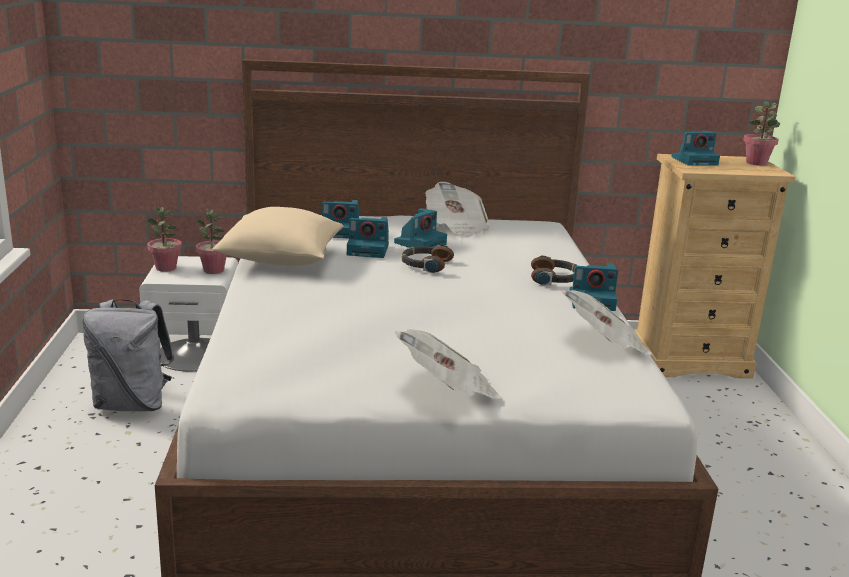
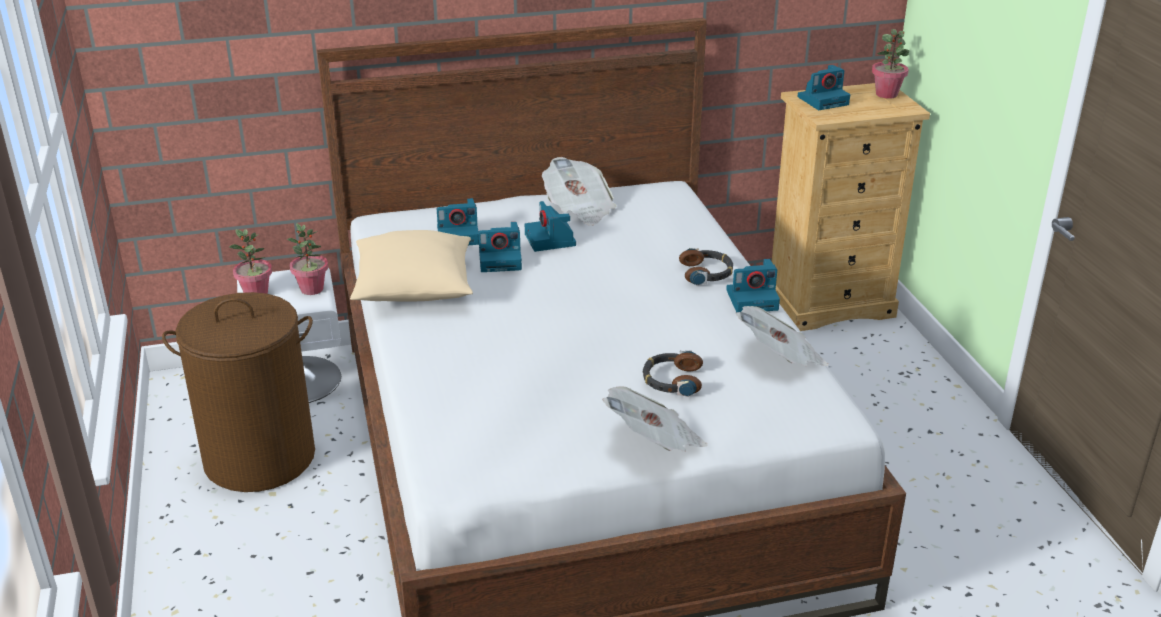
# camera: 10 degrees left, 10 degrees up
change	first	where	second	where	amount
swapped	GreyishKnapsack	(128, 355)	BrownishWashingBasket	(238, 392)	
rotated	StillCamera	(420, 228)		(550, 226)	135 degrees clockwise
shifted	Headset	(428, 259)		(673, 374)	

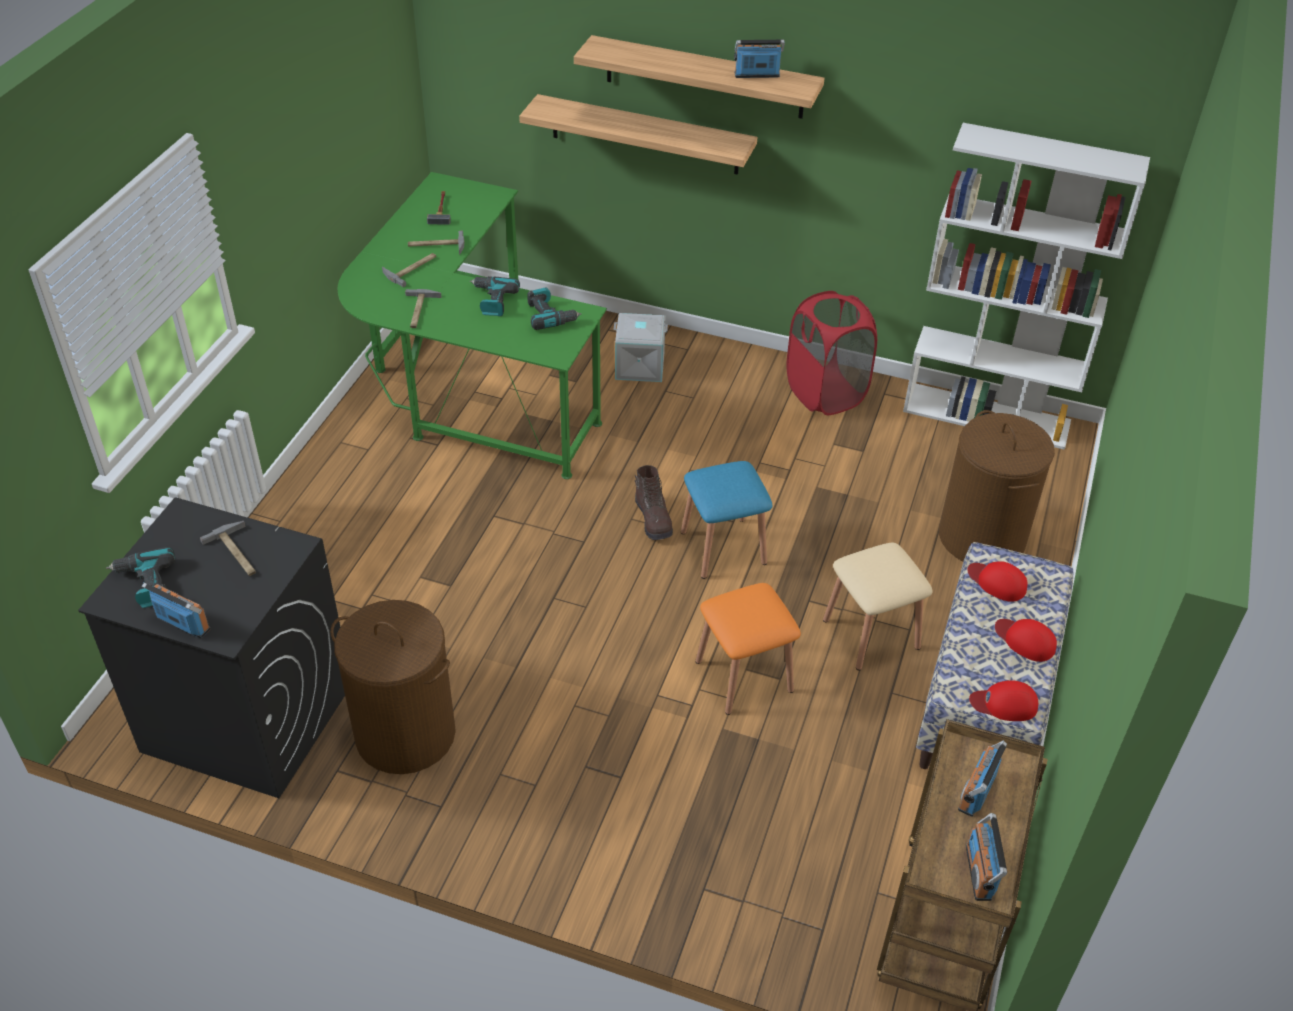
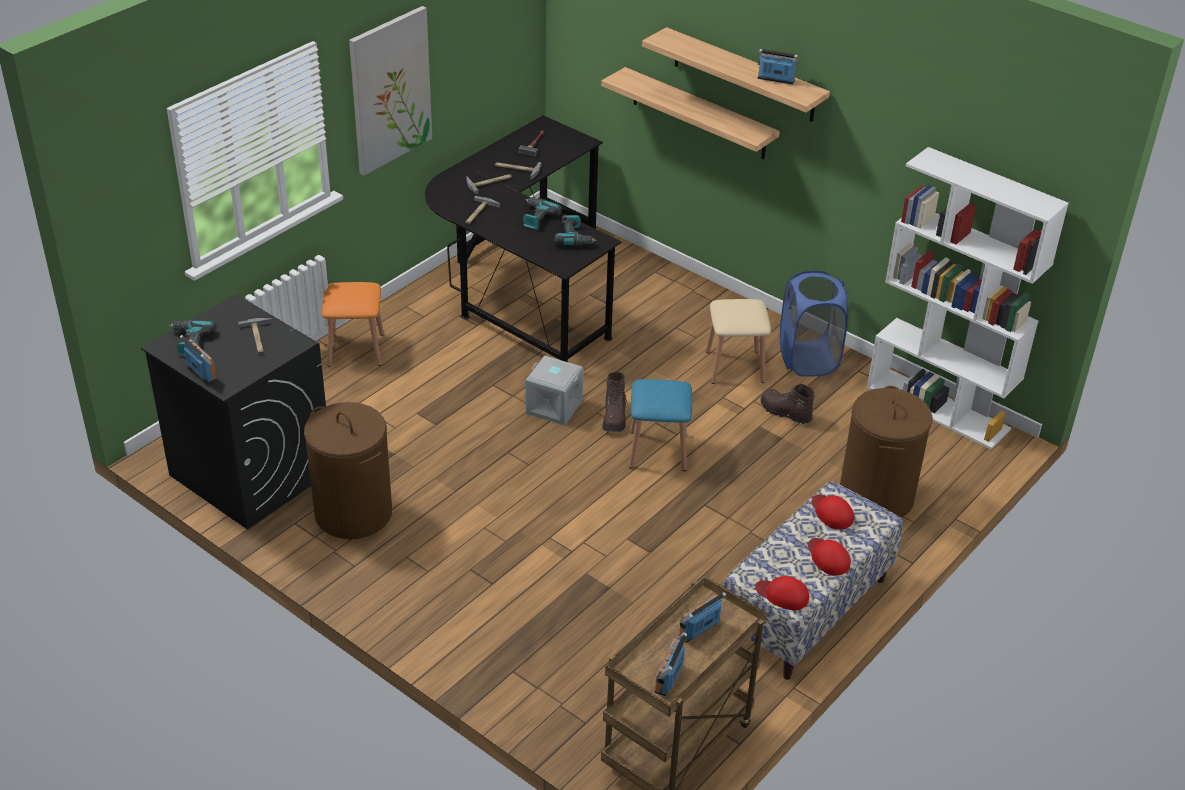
# camera: 20 degrees right, 5 degrees down
change	first	where	second	where	amount
repainted	GreenDeskUnit	(472, 325)	BlackDeskUnit	(523, 238)	
shifted	GreyishStorageBox	(640, 347)		(555, 391)	
shifted	OrangeColouredStoolSeat	(748, 649)		(353, 324)	
repainted	RedColouredWashingBasket	(832, 353)	BlueColouredWashingBasket	(814, 324)	
shifted	BeigeStoolSeat	(878, 606)		(738, 341)	
new			WallArt	(390, 91)	
new			BrownishBoot	(787, 403)	

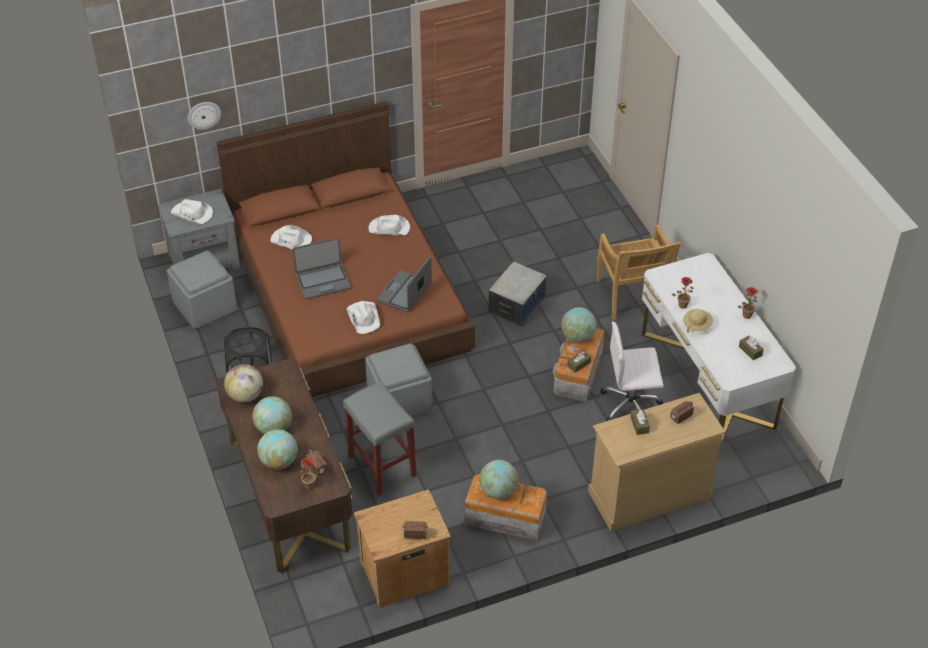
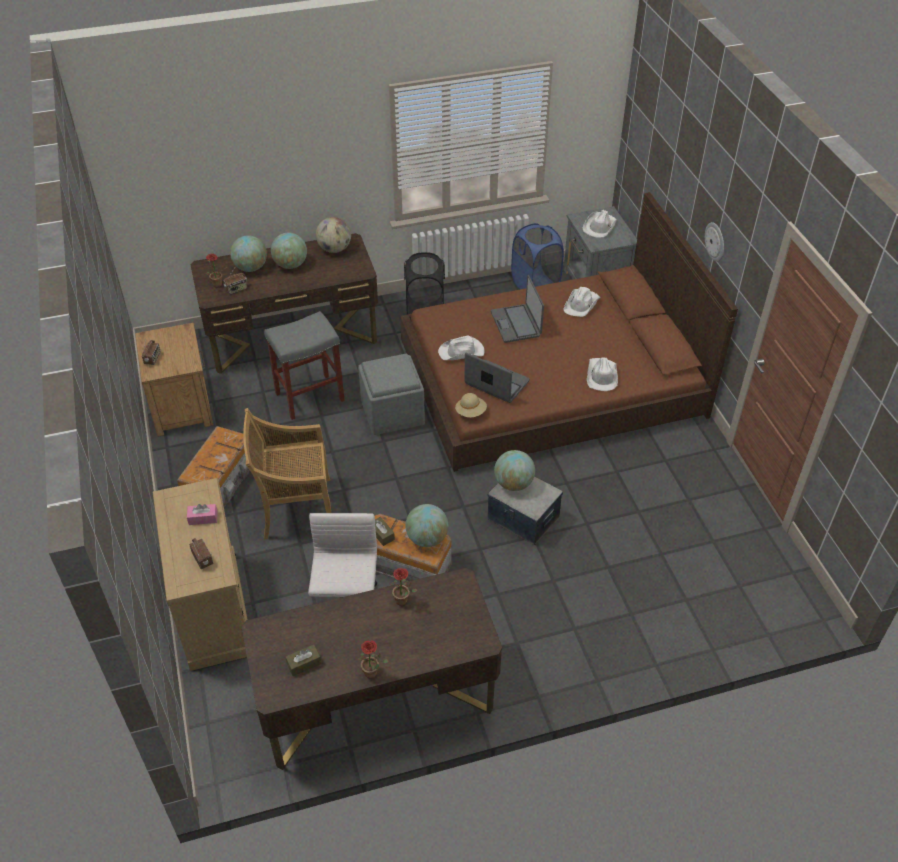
# camera: 95 degrees right, 0 degrees up
change	first	where	second	where	amount
swapped	GreyishOttoman	(202, 289)	BlueColouredWashingBasket	(537, 256)	
shifted	WallClock	(204, 116)		(714, 242)	
shifted	DeskGlobe	(499, 479)		(514, 470)	
shifted	BeigeChair	(639, 272)		(287, 474)	
repainted	BrownishTissueHolder	(640, 422)	PinkColouredTissueHolder	(202, 514)	
repainted	WhiteDeskUnit	(719, 349)	BrownishDeskUnit	(372, 669)	
shifted	BeigeClothingHat	(698, 321)		(471, 405)	

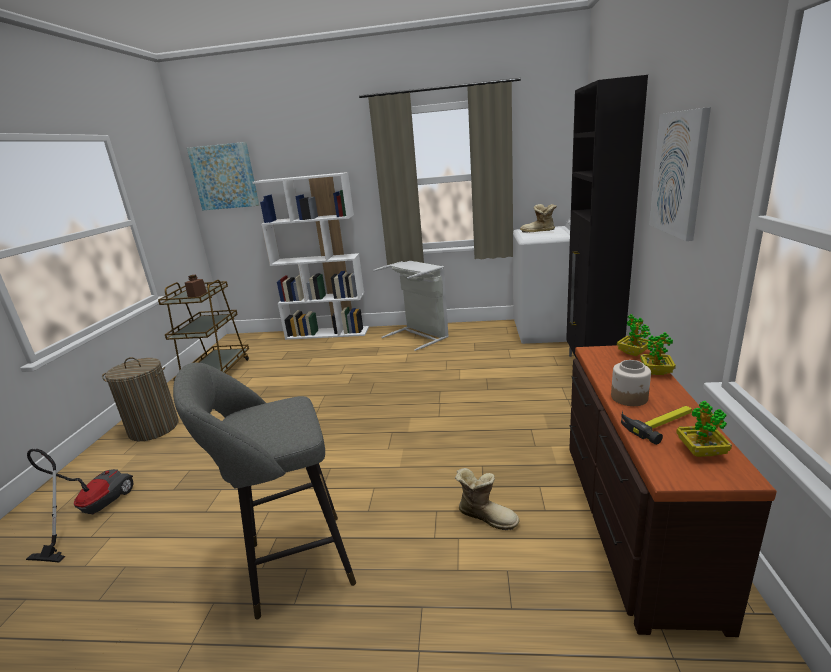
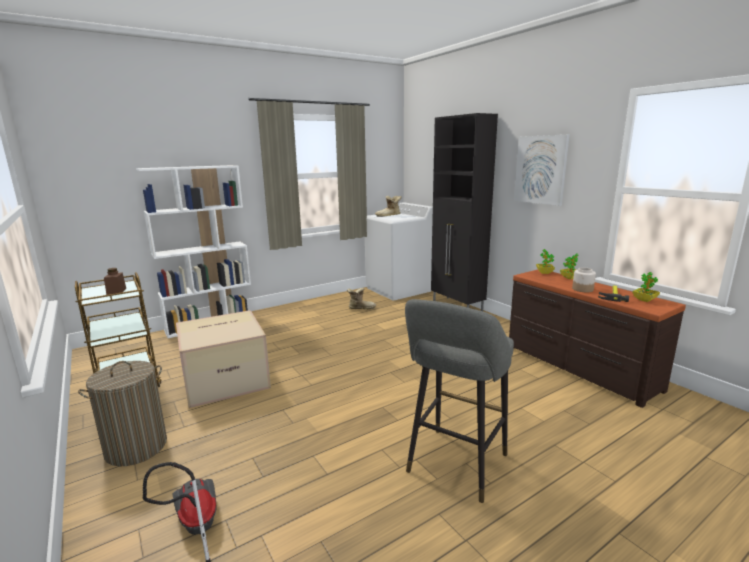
# camera: 40 degrees left, 5 degrees down
change	first	where	second	where	amount
gone	WallArt	(223, 176)			
gone	GreyishWashingBasket	(411, 306)			
shifted	Boot	(487, 499)		(361, 298)	
new			PackingBox	(223, 359)	

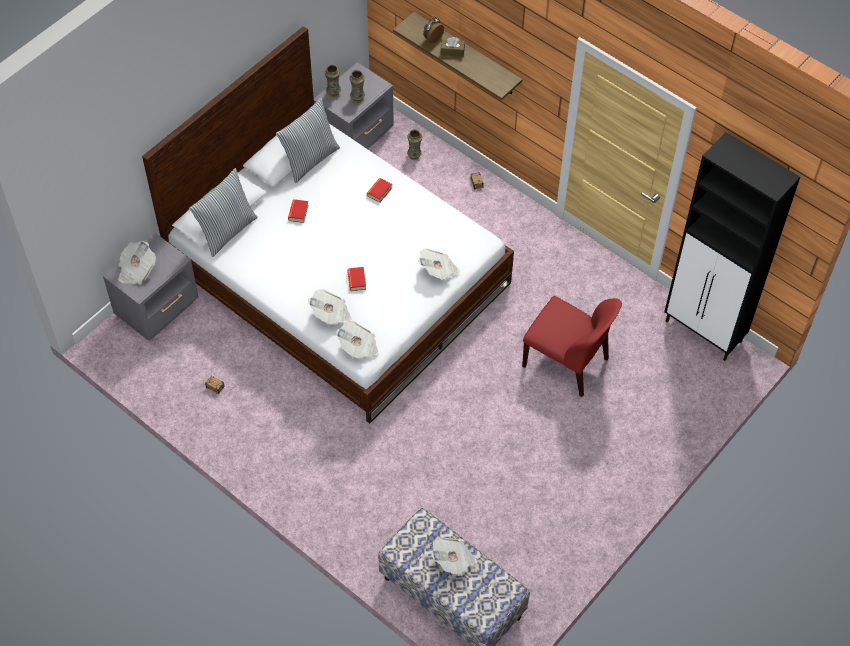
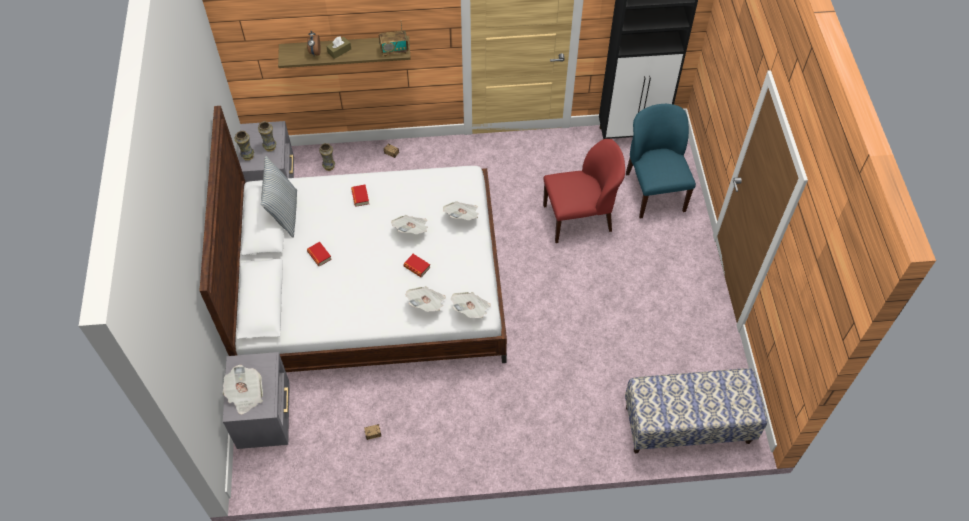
# camera: 45 degrees left, 0 degrees up
change	first	where	second	where	amount
gone	ThrowPillow	(223, 212)			
shifted	PrintedPaper	(454, 556)		(409, 224)	
new			RadioSet	(394, 40)	
new			BlueColouredChair	(661, 161)	

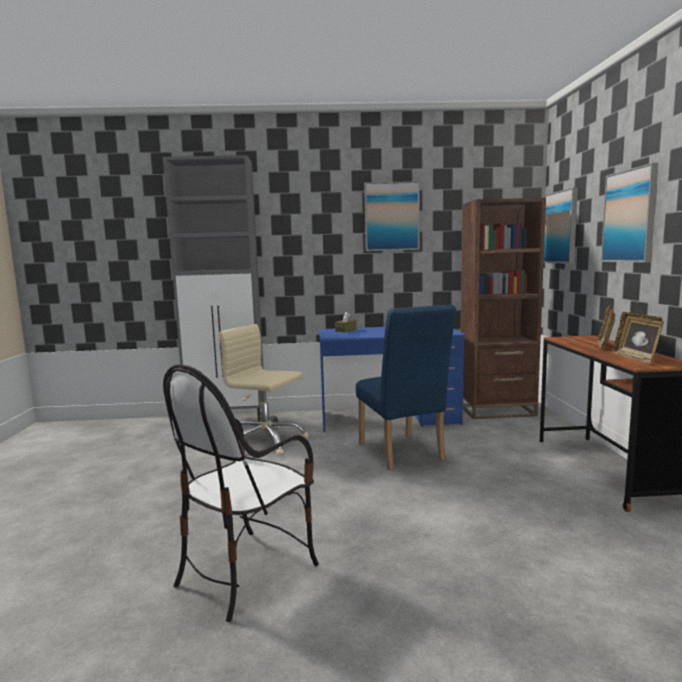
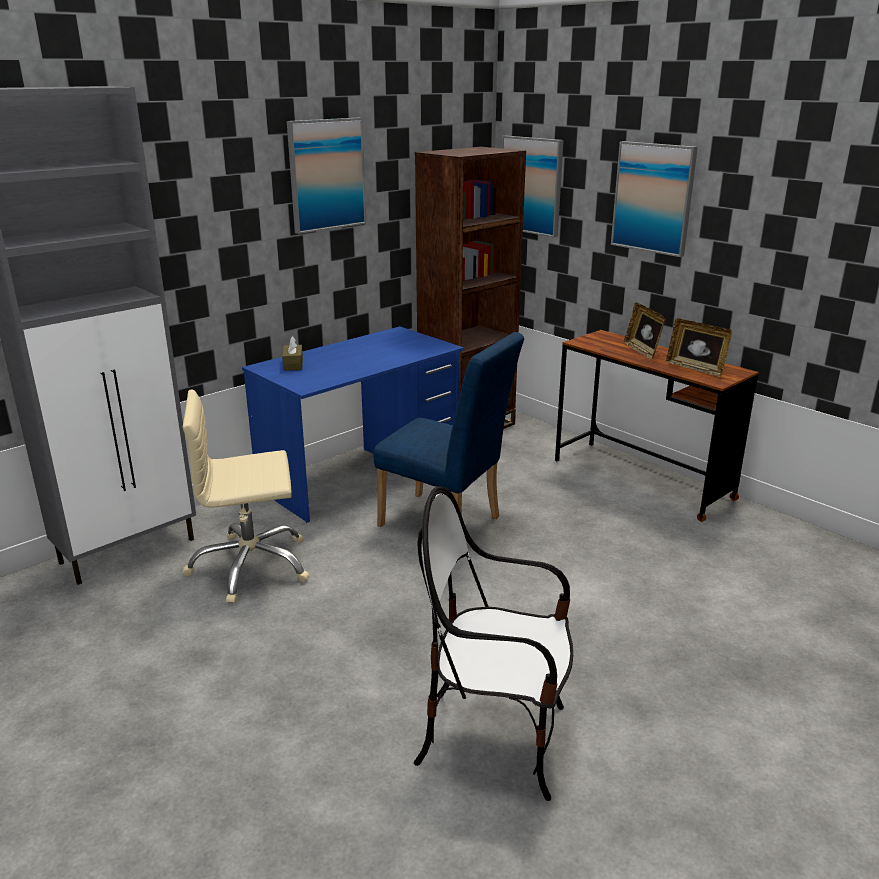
# camera: 40 degrees left, 15 degrees up
change	first	where	second	where	amount
rotated	Chair	(241, 493)		(493, 643)	105 degrees clockwise

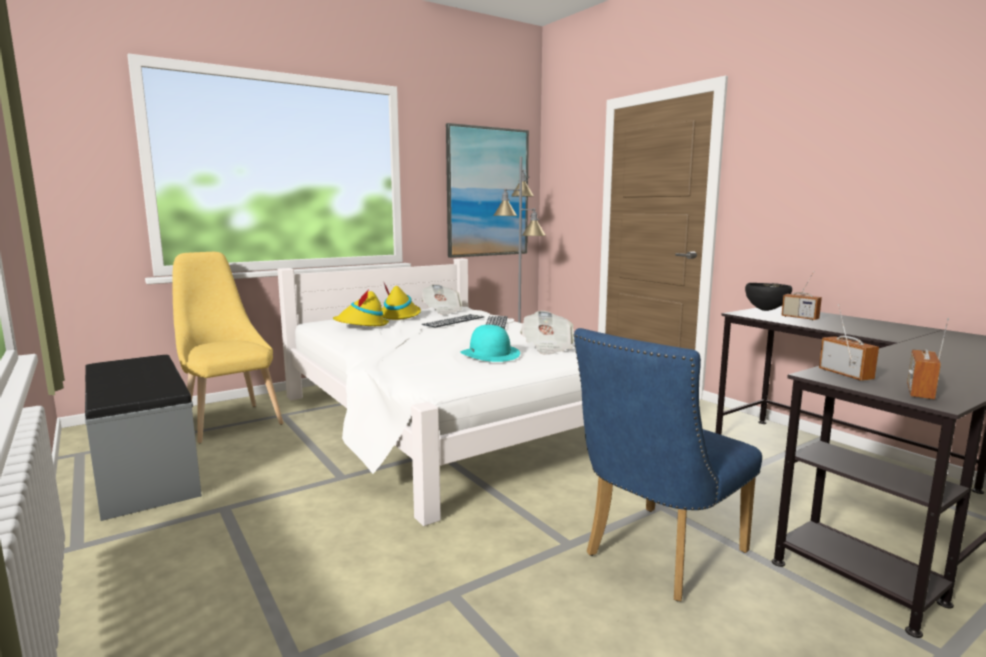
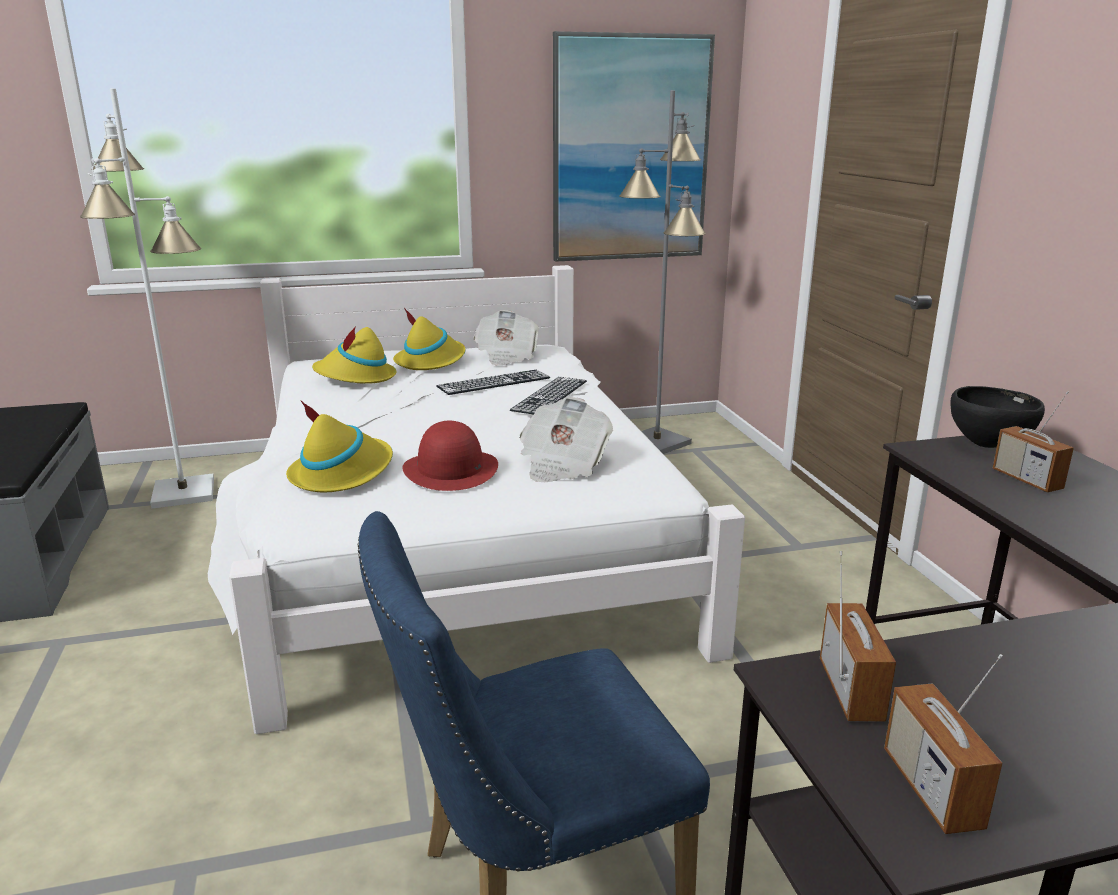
# camera: 20 degrees right, 10 degrees up
change	first	where	second	where	amount
swapped	YellowChair	(228, 347)	WhiteFloorLamp	(147, 298)	
repainted	TurquoiseClothingHat	(490, 343)	RedColouredClothingHat	(450, 456)	
rotated	RadioSet	(928, 358)		(943, 744)	60 degrees counterclockwise
new			YellowClothingHat	(339, 446)	

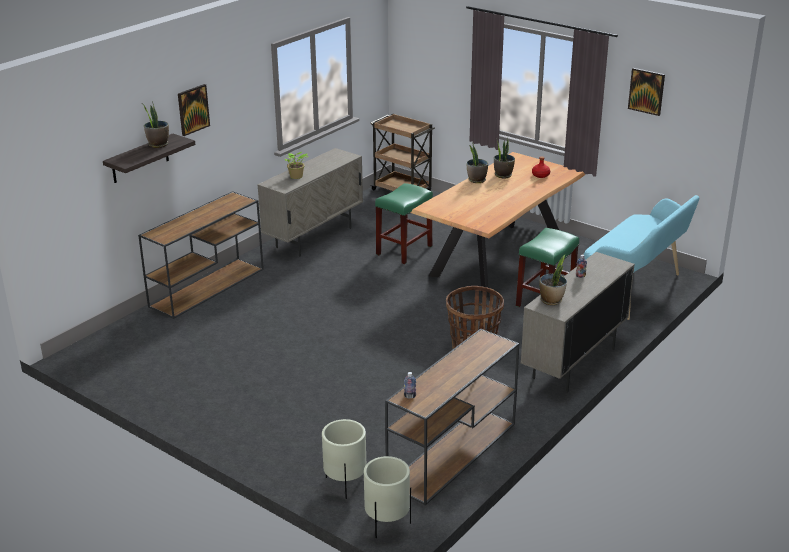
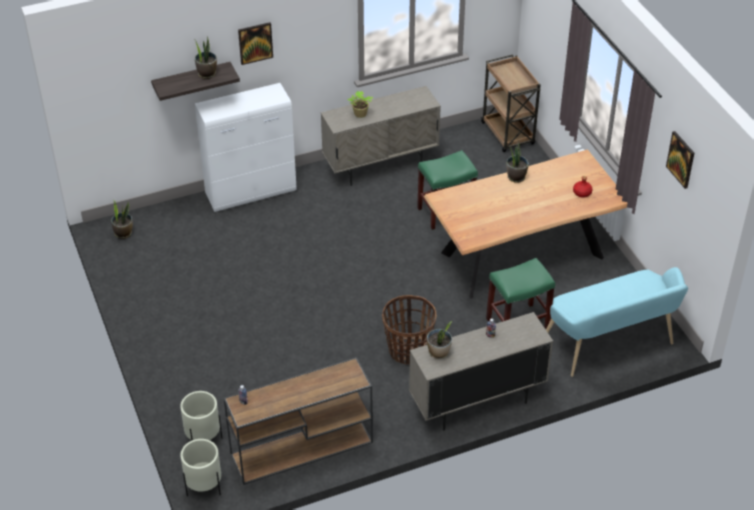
# camera: 30 degrees right, 15 degrees up
change	first	where	second	where	amount
swapped	BrownishNarrowTable	(201, 255)	WhiteCupboard	(245, 147)	
shifted	Houseplant	(504, 158)		(122, 219)	

